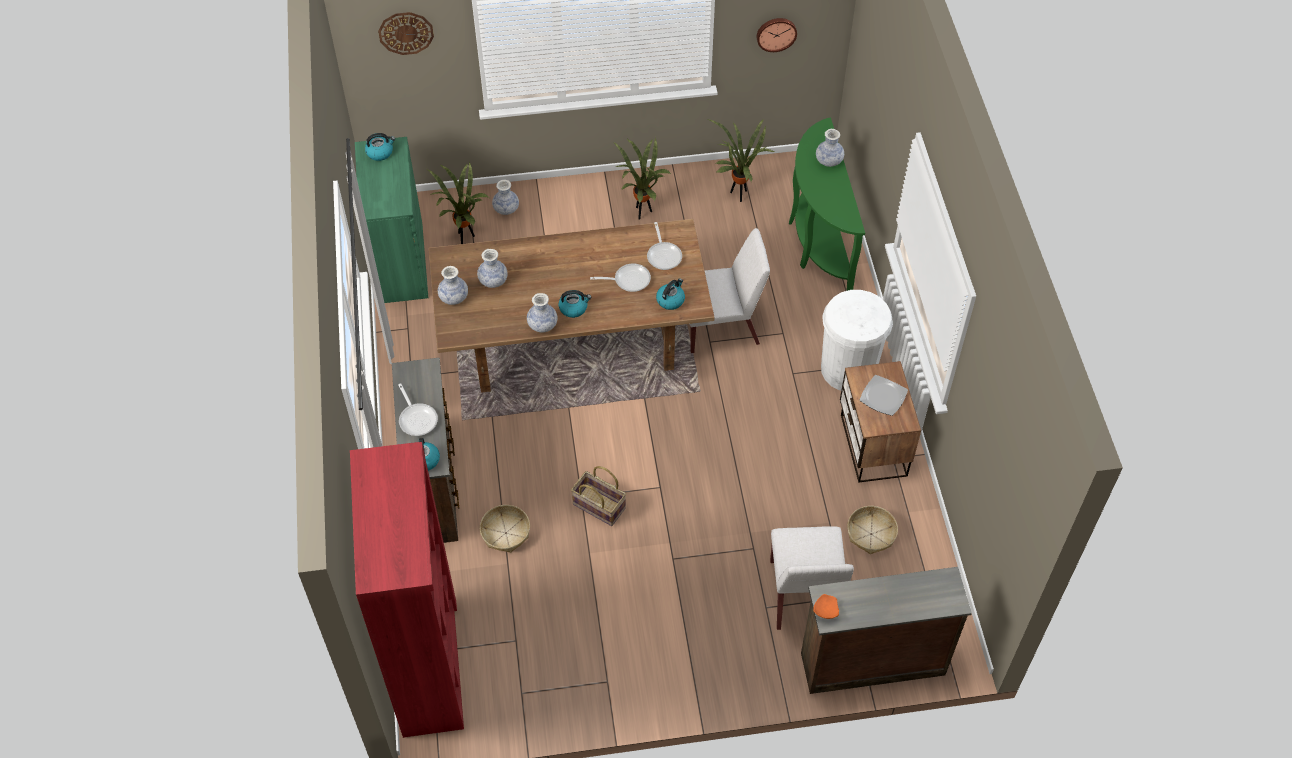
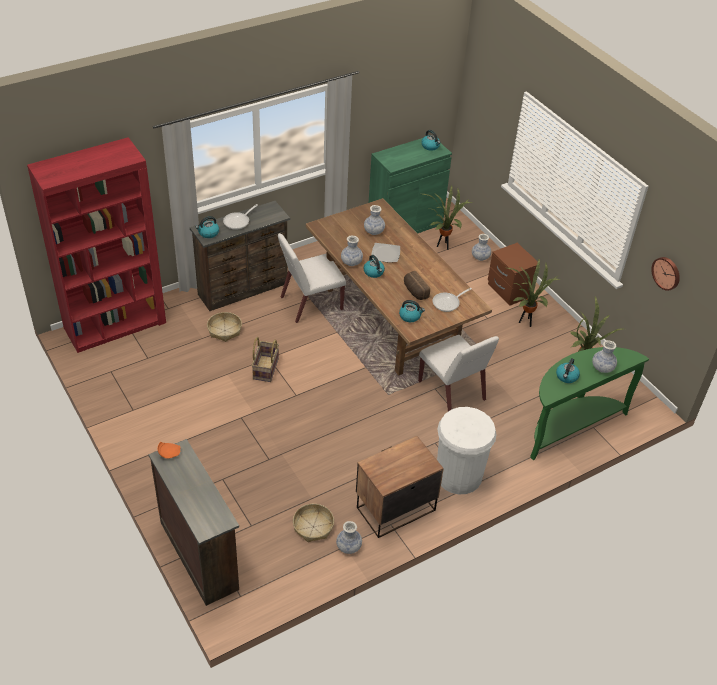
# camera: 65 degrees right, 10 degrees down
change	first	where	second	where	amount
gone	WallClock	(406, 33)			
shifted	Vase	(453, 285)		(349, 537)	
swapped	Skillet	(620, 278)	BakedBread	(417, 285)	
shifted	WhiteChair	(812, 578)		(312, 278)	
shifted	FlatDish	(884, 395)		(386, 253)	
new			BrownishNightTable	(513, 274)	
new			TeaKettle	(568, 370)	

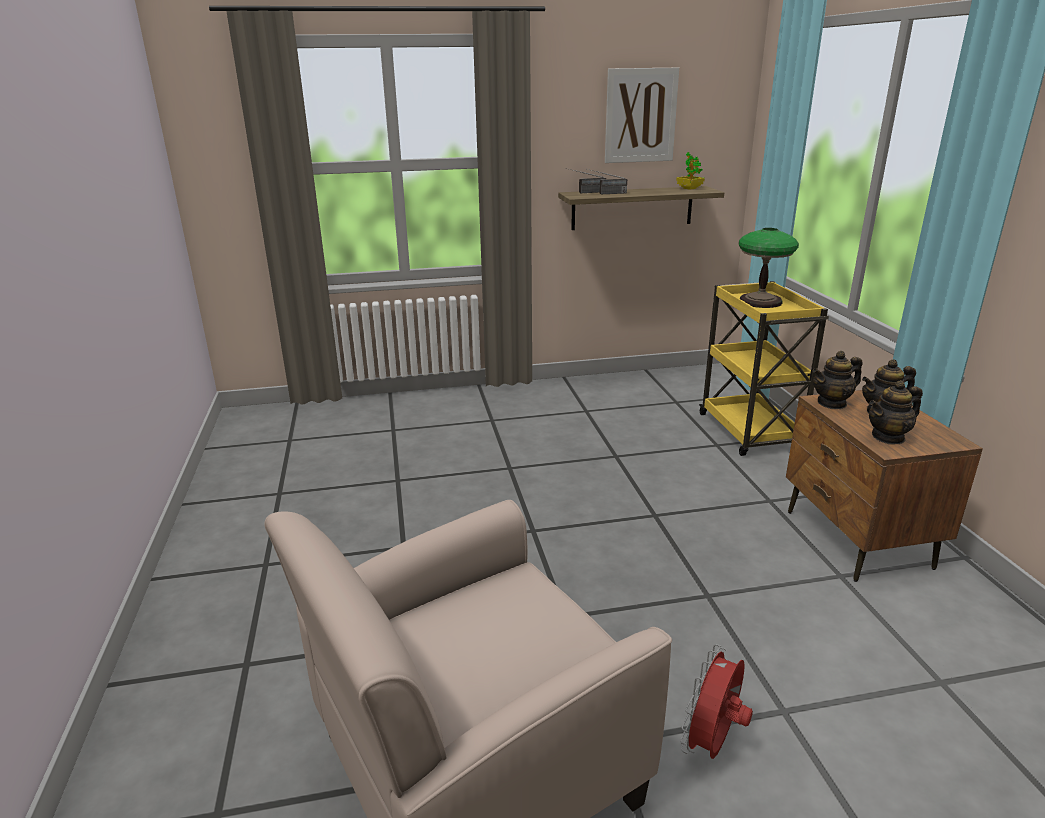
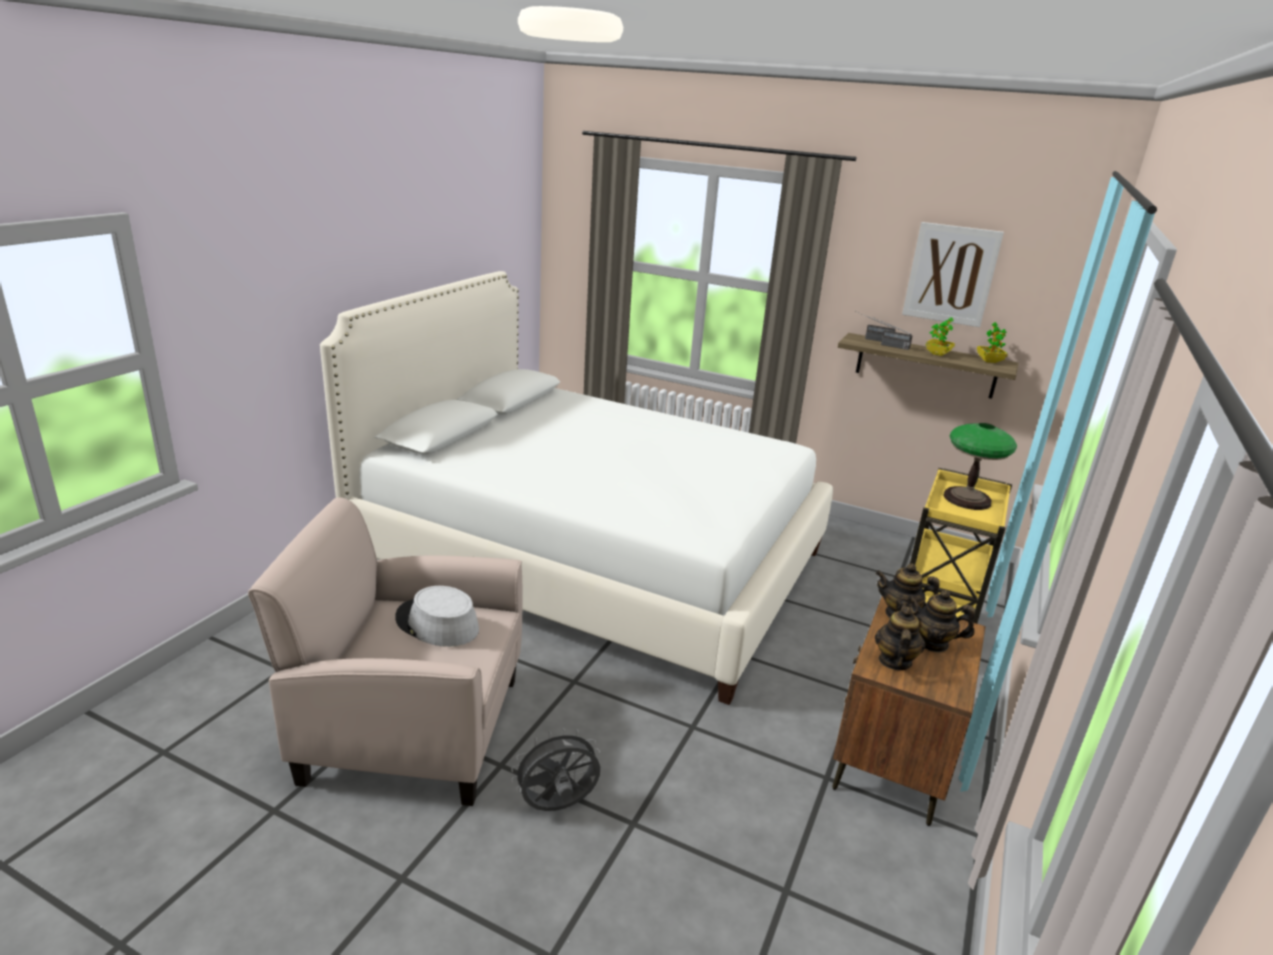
# camera: 35 degrees right, 0 degrees up
change	first	where	second	where	amount
repainted	RedColouredCoolingFan	(716, 701)	GreyishCoolingFan	(556, 769)	
rotated	Teapot	(896, 412)		(900, 637)	90 degrees clockwise
new			WhiteBedroomBed	(576, 488)	
new			GreyishClothingHat	(437, 616)	
new			Houseplant	(940, 336)	

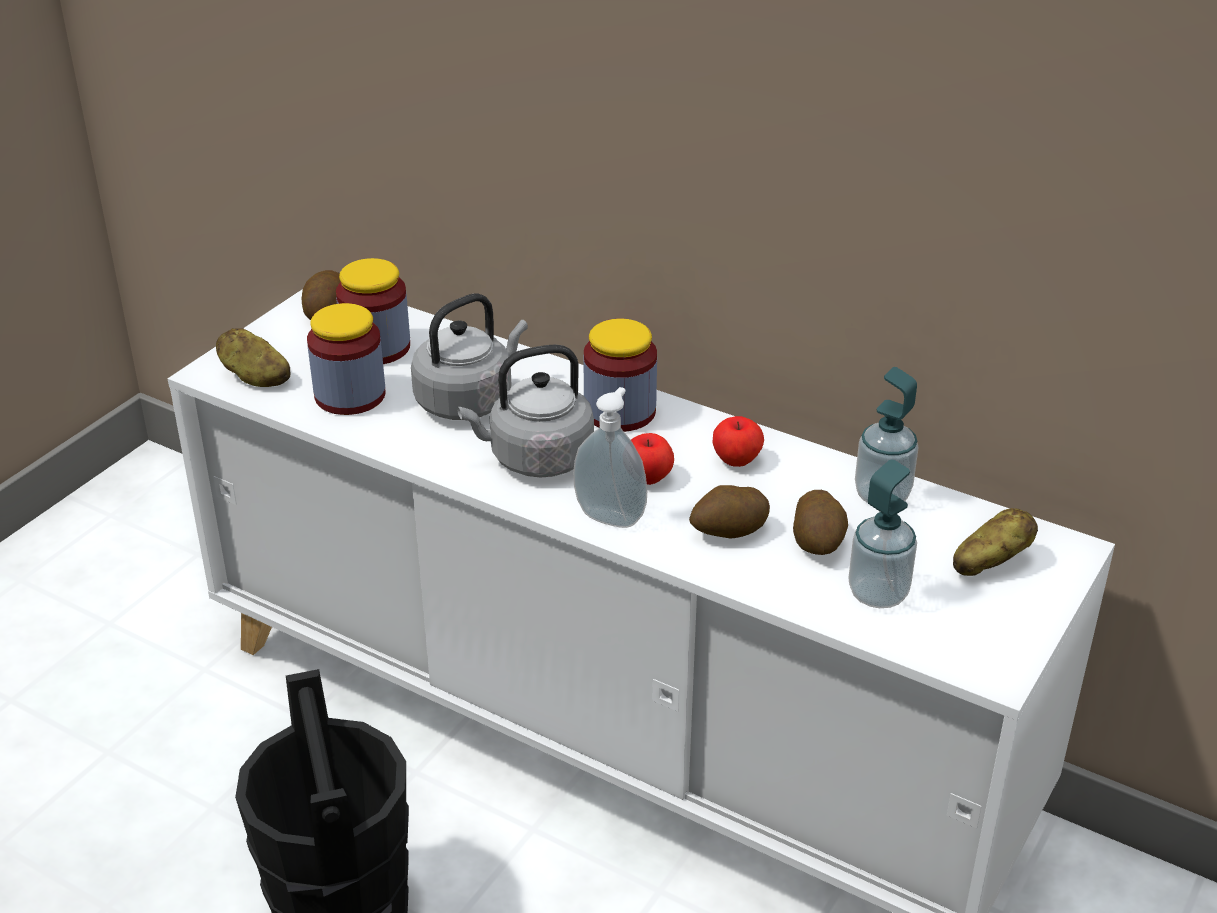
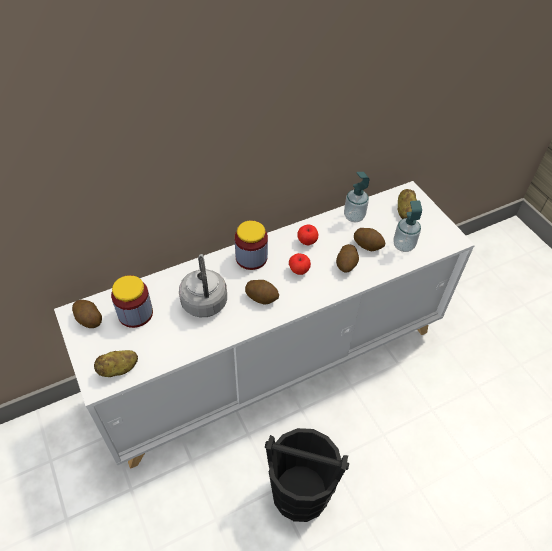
# camera: 60 degrees left, 15 degrees up
change	first	where	second	where	amount
gone	PreserveJar	(346, 359)			
swapped	GreyishTeaKettle	(525, 411)	WholePotato	(262, 292)	
gone	SoapBottle	(610, 457)			

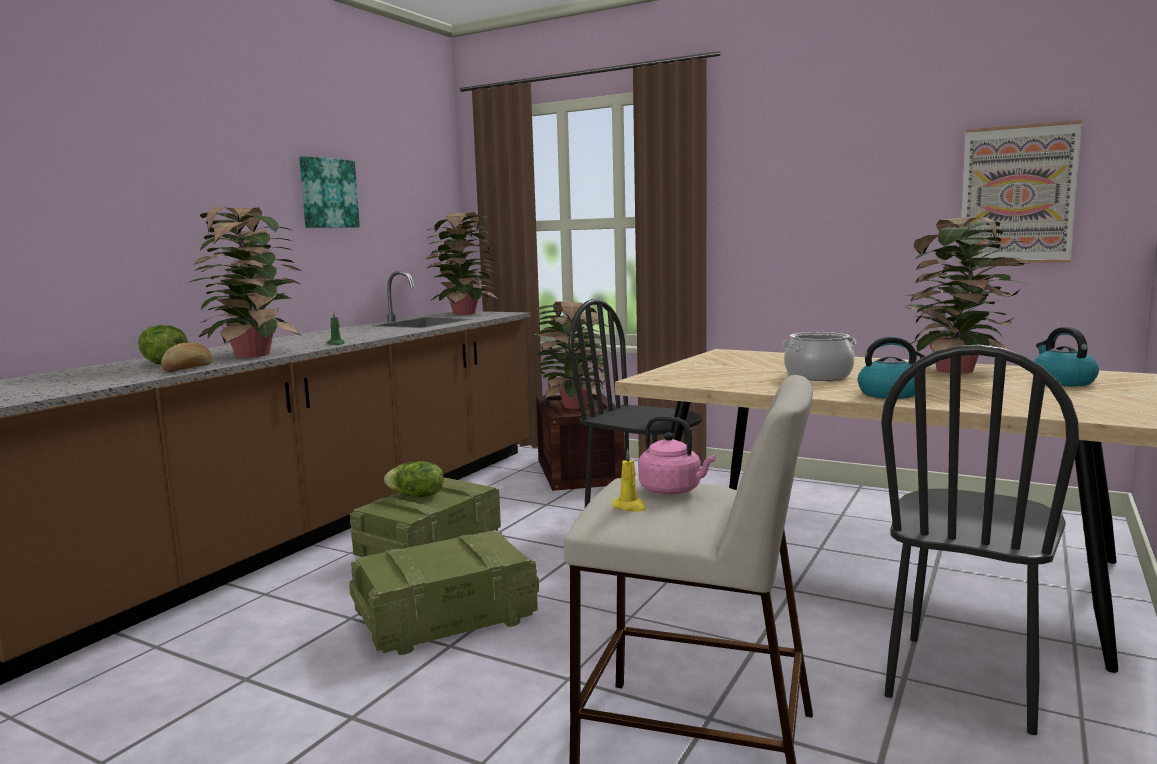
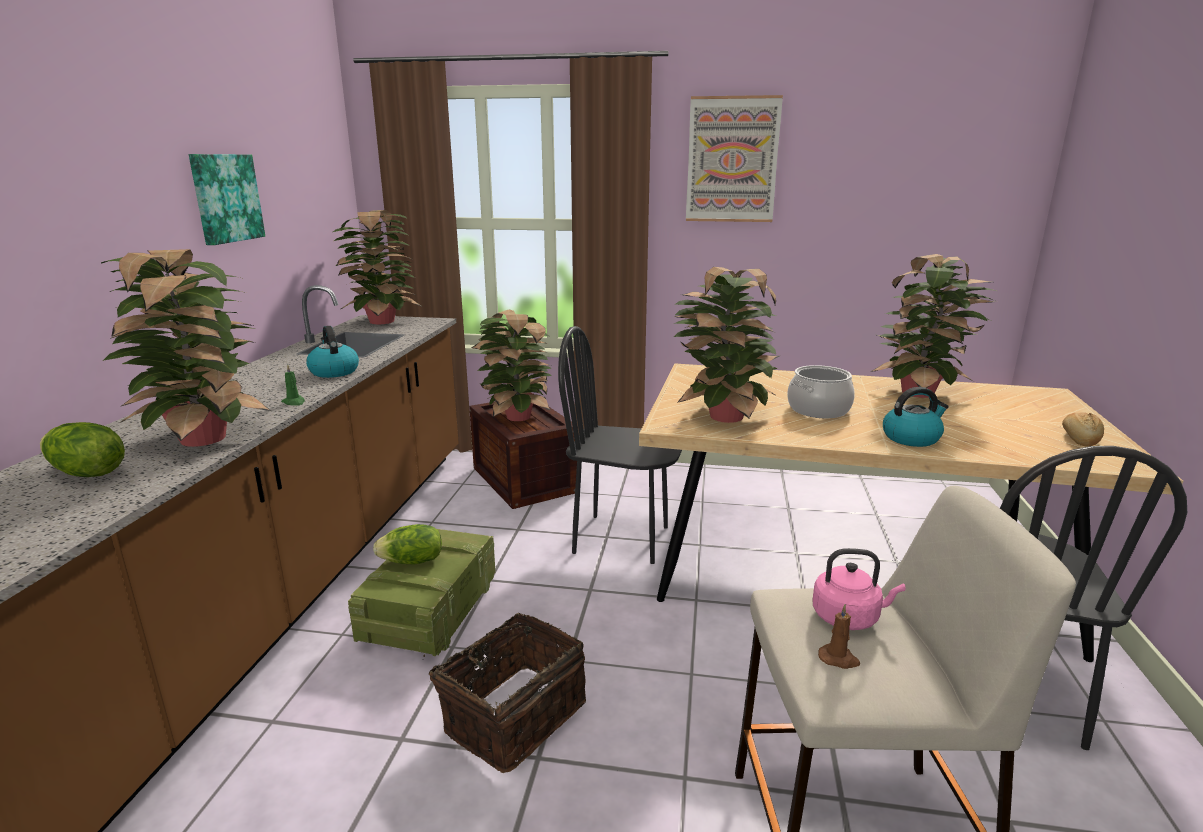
# camera: 20 degrees left, 10 degrees up
change	first	where	second	where	amount
shifted	BakedBread	(186, 357)		(1083, 429)	
swapped	Crate	(444, 592)	Basket	(504, 693)	
repainted	YellowCandle	(629, 480)	BrownishCandle	(839, 636)	
shifted	WallArt	(1020, 191)		(734, 158)	
shifted	TeaKettle	(1066, 356)		(332, 352)	
new			Houseplant	(727, 345)	

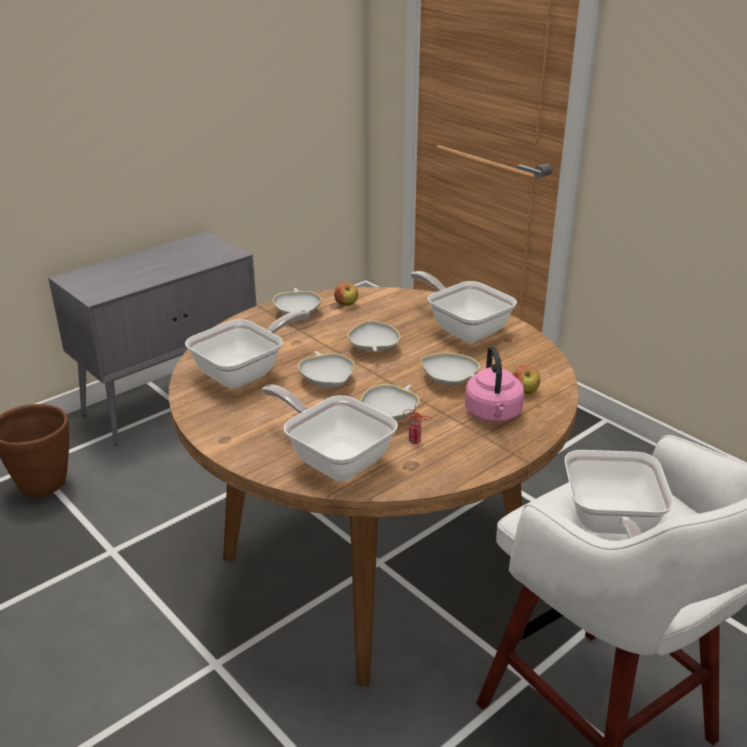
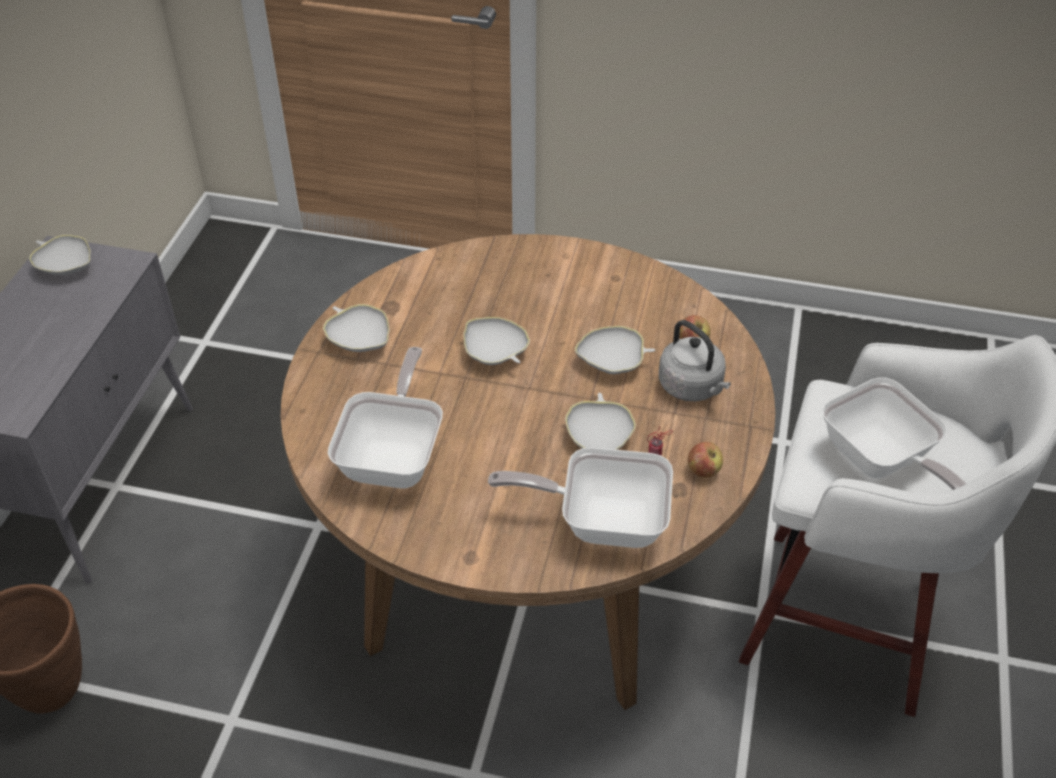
# camera: 35 degrees left, 15 degrees up
change	first	where	second	where	amount
shifted	WhiteServingBowl	(326, 369)		(60, 255)	
shifted	Apple	(346, 294)		(705, 460)	
gone	Skillet	(463, 307)			
repainted	PinkColouredTeaKettle	(494, 384)	GreyishTeaKettle	(695, 360)	

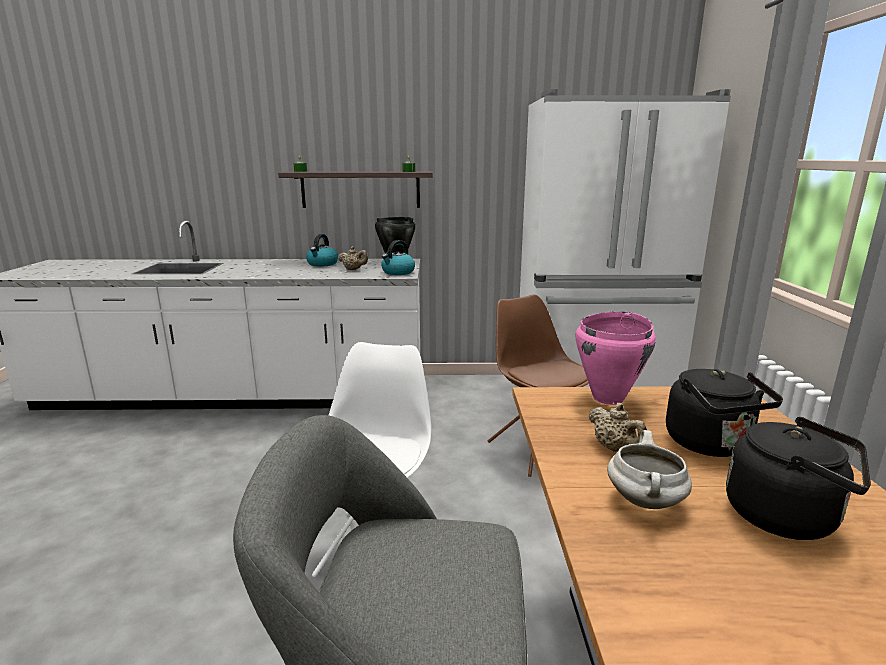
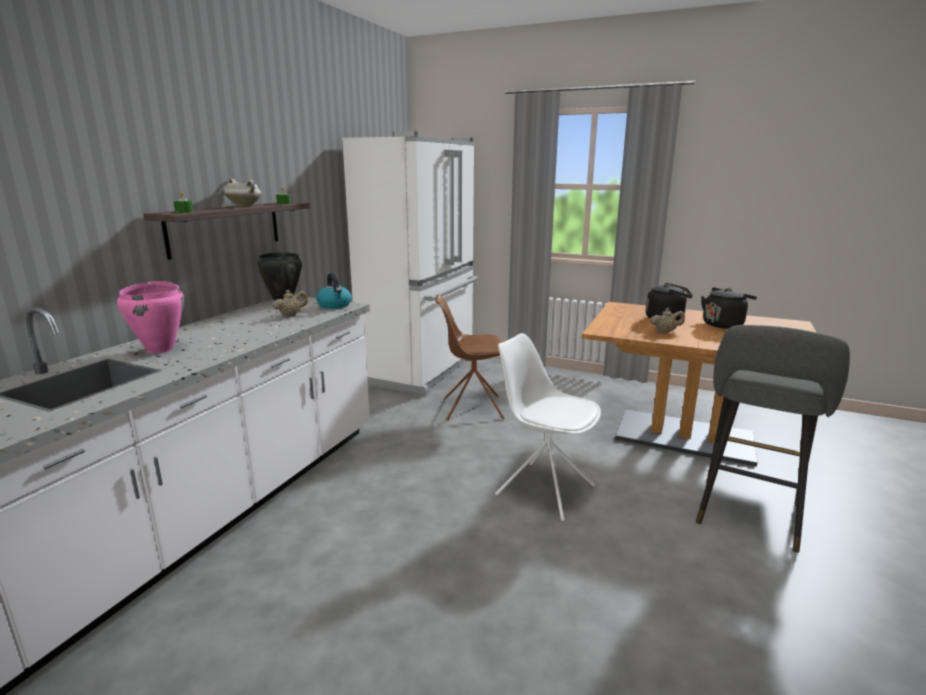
# camera: 65 degrees left, 0 degrees up
change	first	where	second	where	amount
gone	TeaKettle	(322, 250)			
shifted	PinkColouredStockpot	(616, 358)		(151, 317)	
shifted	WhiteStockpot	(649, 469)		(242, 193)	

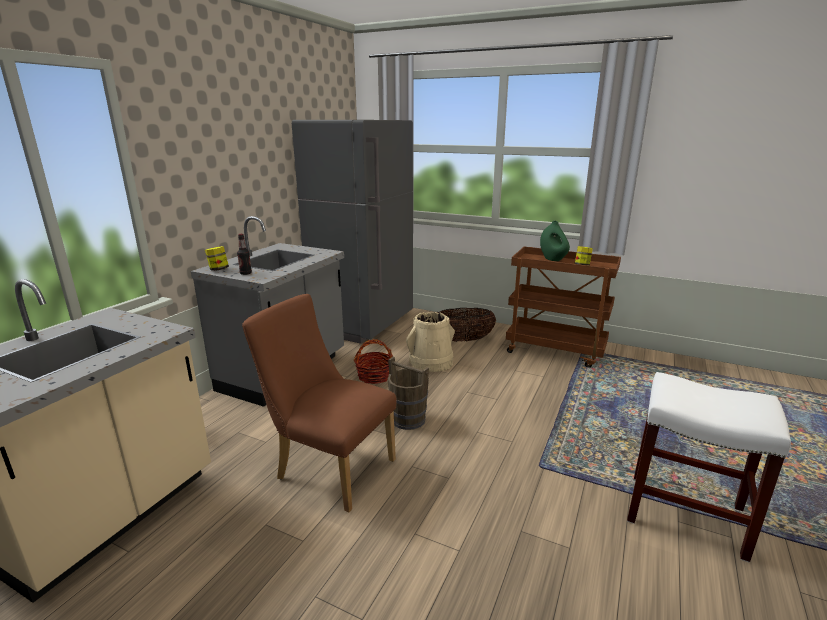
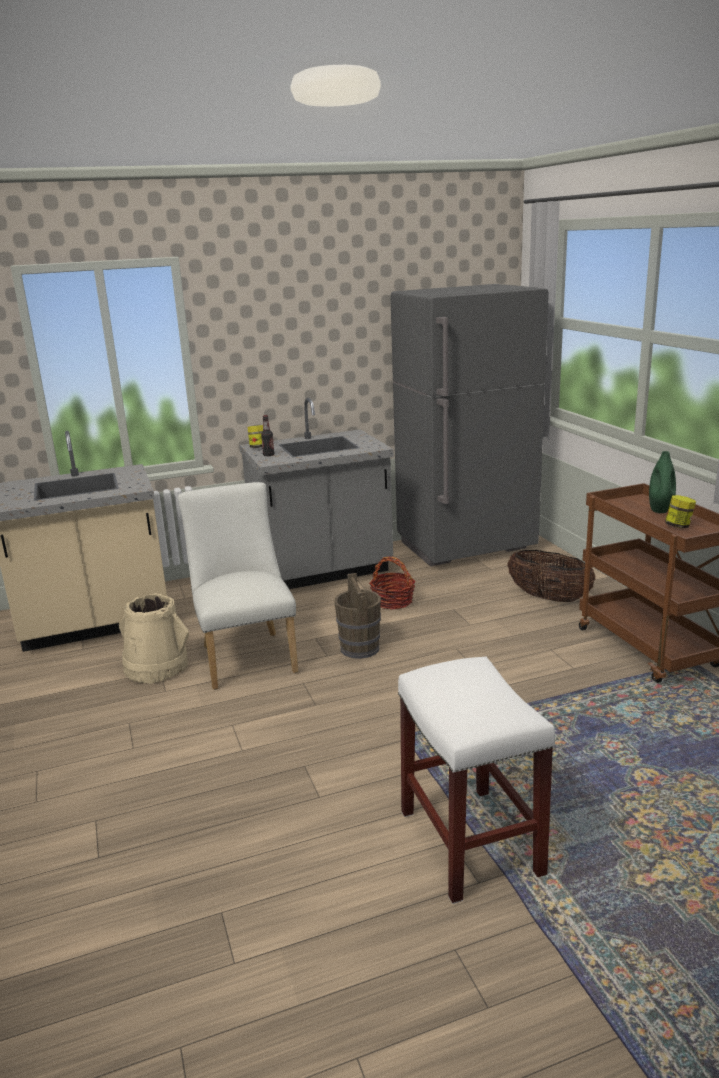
# camera: 45 degrees right, 0 degrees up
change	first	where	second	where	amount
repainted	BrownishChair	(319, 403)	WhiteChair	(238, 586)	
shifted	BeigeWaterBucket	(430, 342)		(154, 638)	

